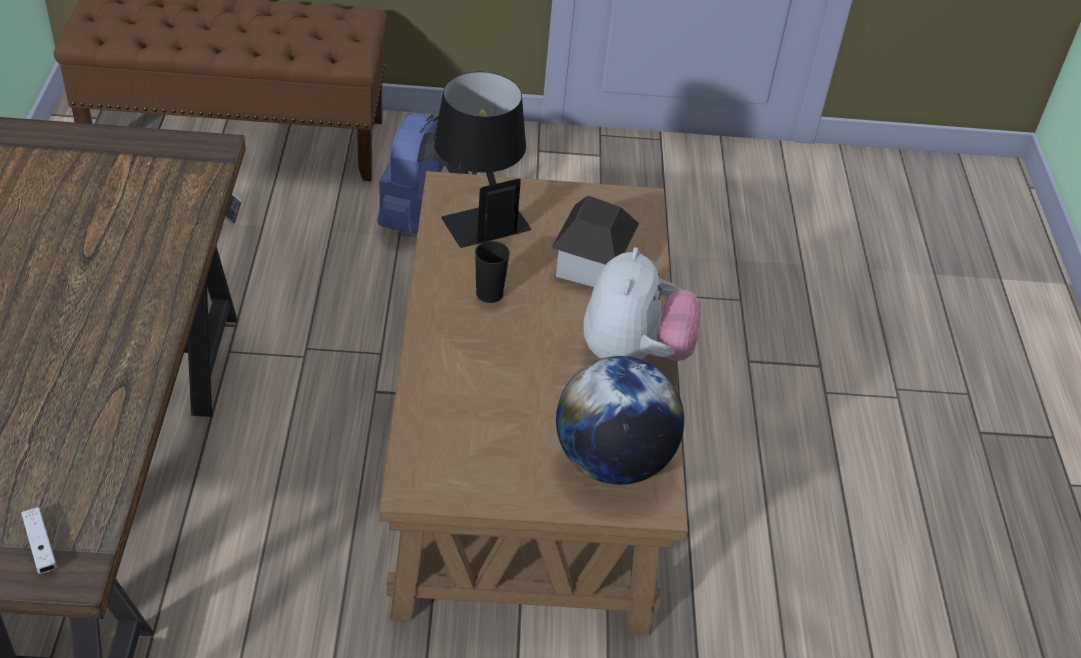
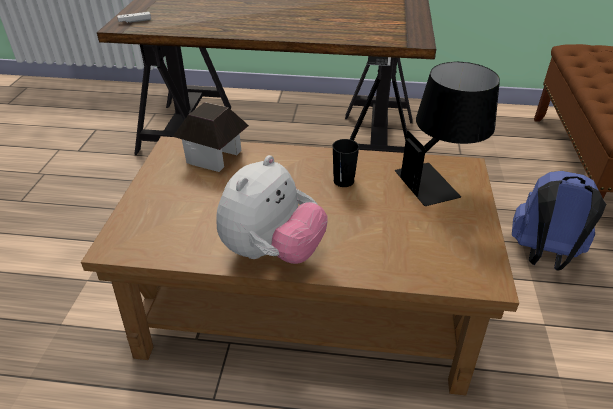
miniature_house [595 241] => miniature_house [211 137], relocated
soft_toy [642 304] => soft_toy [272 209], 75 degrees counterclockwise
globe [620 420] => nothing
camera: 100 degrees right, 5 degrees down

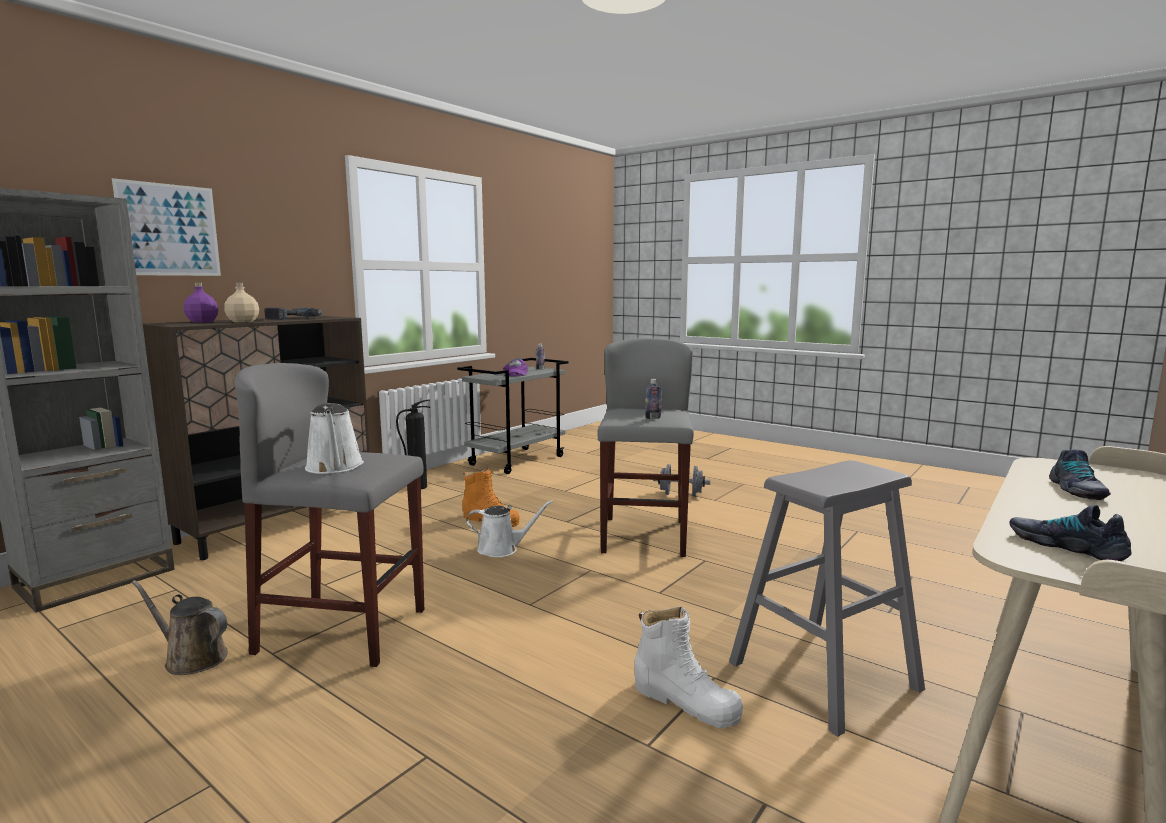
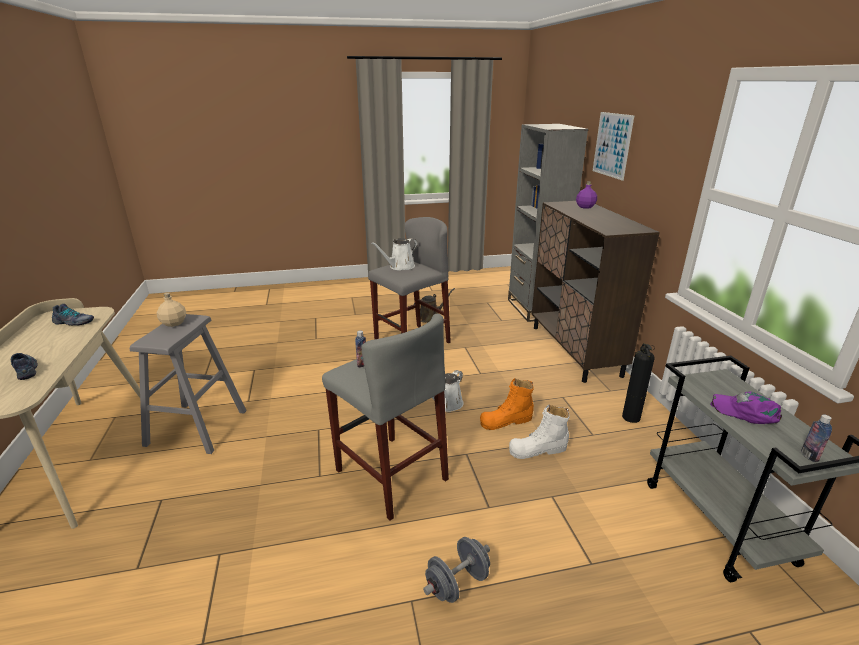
beige-coloured_bottle [241 303] => beige-coloured_bottle [171 310], relocated
white-coloured_sprinkling_can [334 438] => white-coloured_sprinkling_can [394 254], 60 degrees counterclockwise
white-coloured_tall_boot [688 667] => white-coloured_tall_boot [539 431], relocated
electric_drill [293 314] => nothing
camera: 130 degrees right, 15 degrees up

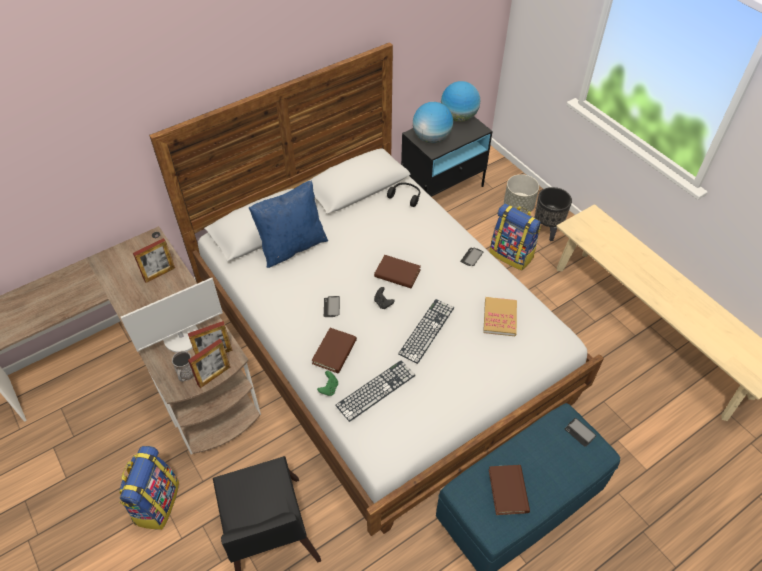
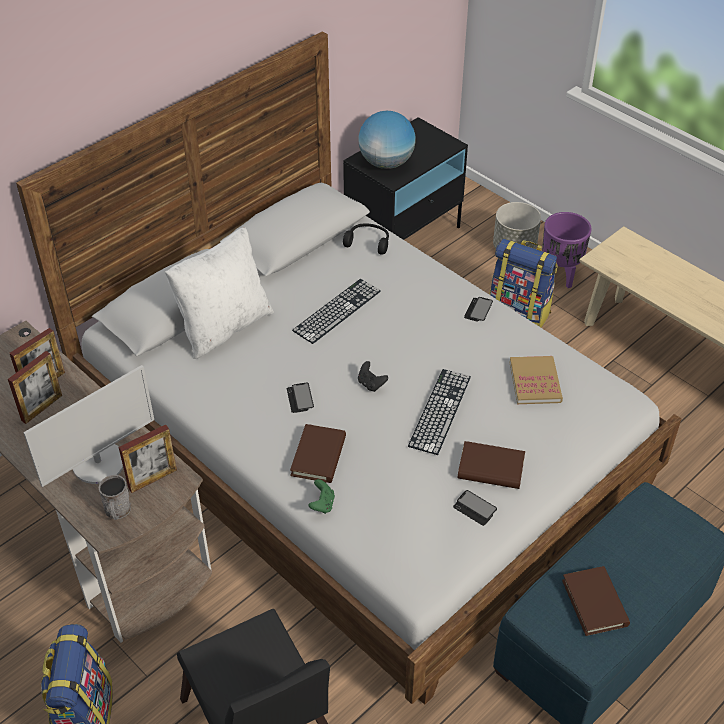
standing_frame [209 363] => standing_frame [35 387], relocated
blue_cushion [288 224] => white-coloured_cushion [219 293]
PC_keyboard [375 391] => PC_keyboard [336 311], relocated
phone [580 432] => phone [475 508], relocated
brown_bound_book [397 271] => brown_bound_book [491 465], relocated
black-coloured_plant_pot [553 214] => purple-coloured_plant_pot [567 250]
globe [460 101] => nothing
camera: 10 degrees left, 5 degrees down

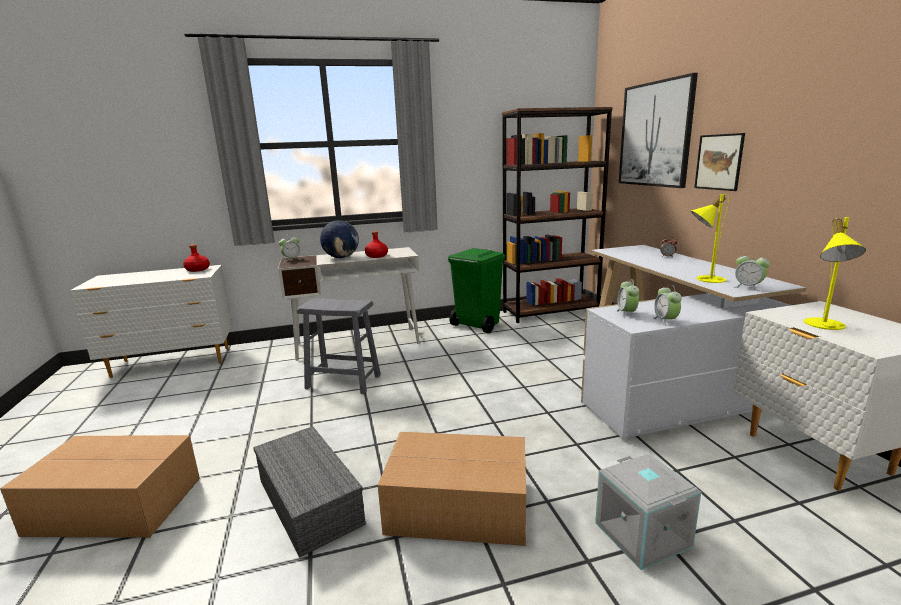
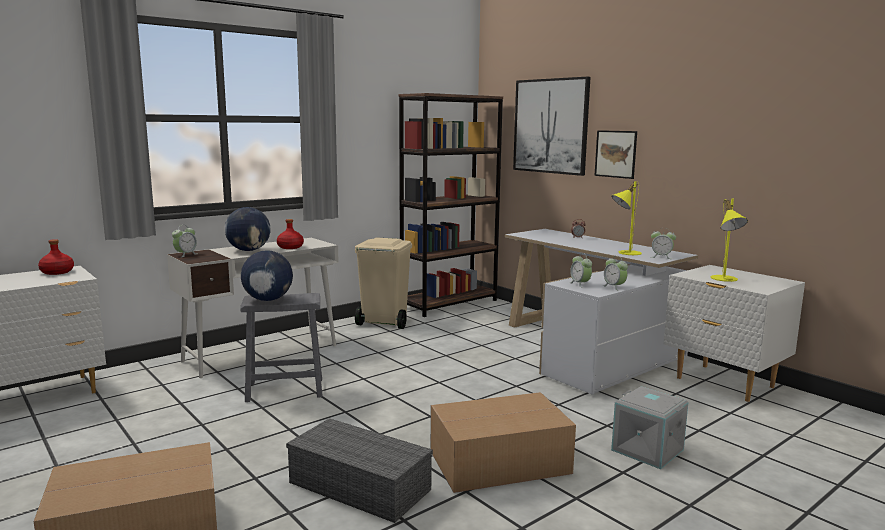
nothing => globe [267 275]
greenish_waste_bin [476 290] => beige-coloured_waste_bin [383 283]
camera: 25 degrees left, 5 degrees down

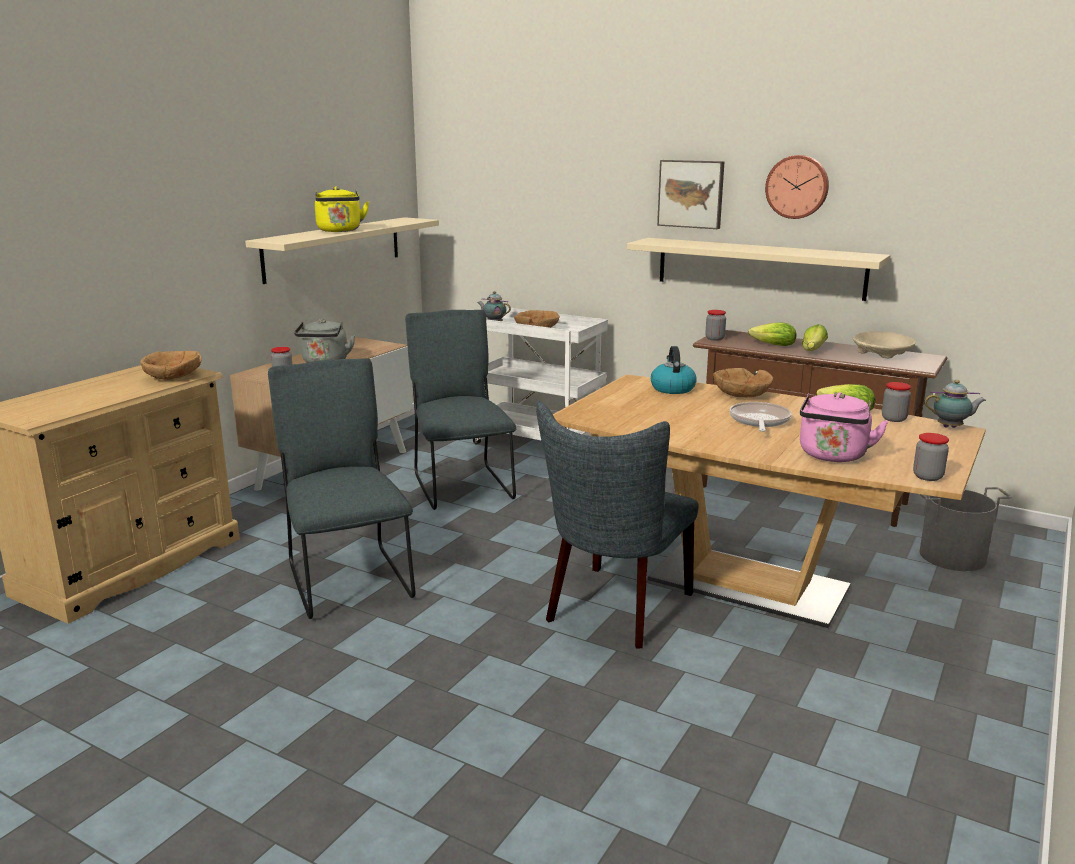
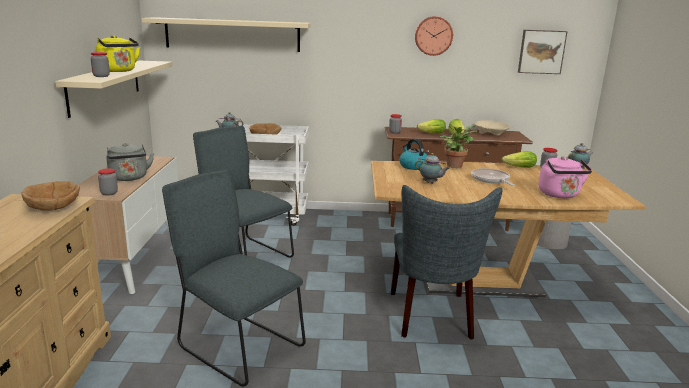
jar [931 457] => jar [100 64], relocated
beige-coloured_wall_shelf [759 269] => beige-coloured_wall_shelf [226 34], relocated
nothing => teapot [432 168]
brown_bowl [743 383] => houseplant [458 146]
picture [690 194] => picture [543 52], relocated
camera: 30 degrees left, 0 degrees up

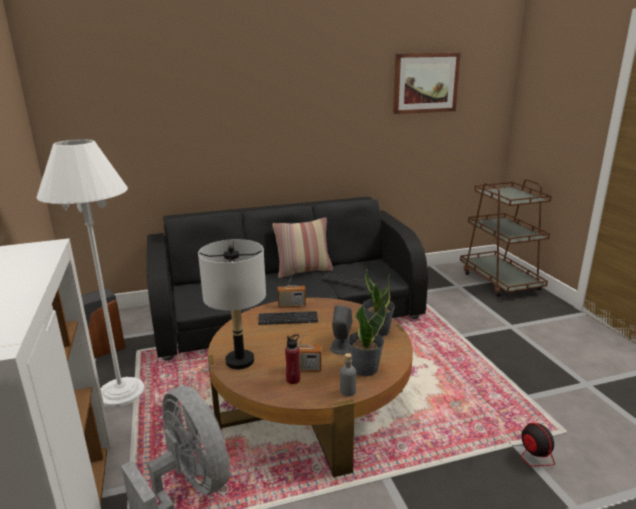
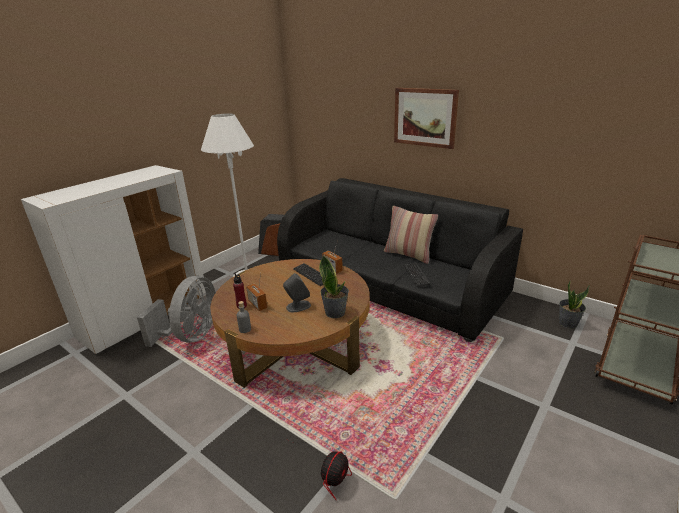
picture [427 83] => picture [426 118], relocated
houseplant [366 338] => houseplant [574 304], relocated
greyish_tabletop_lamp [232 304] => nothing
camera: 55 degrees right, 5 degrees up

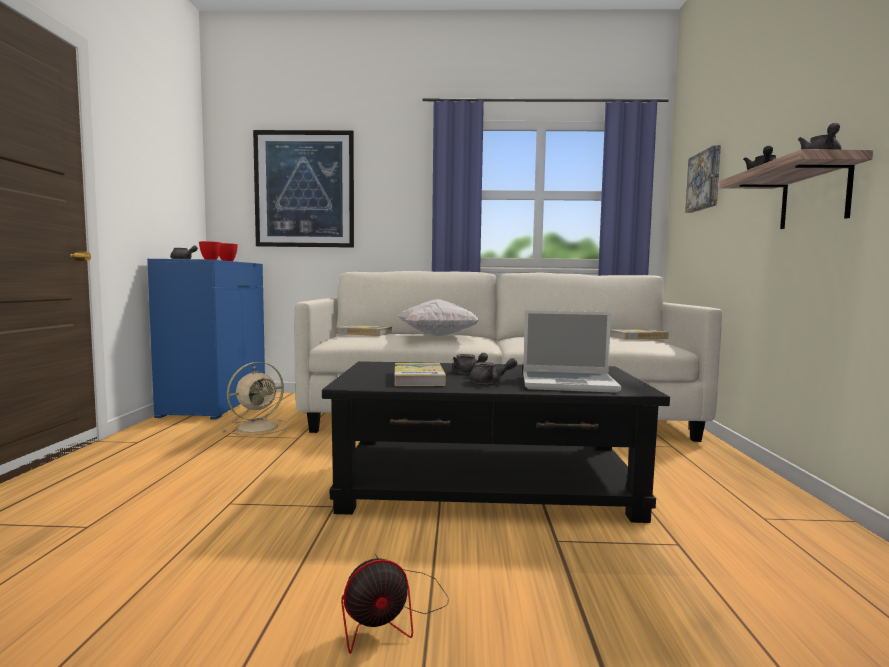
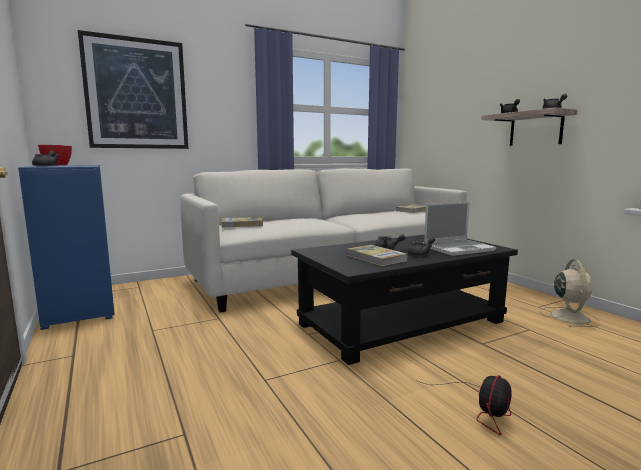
beige-coloured_electric_fan [255 398] => beige-coloured_electric_fan [570 293], relocated
white-coloured_cushion [438 317] => nothing
picture [703 179] => nothing
camera: 30 degrees left, 5 degrees up

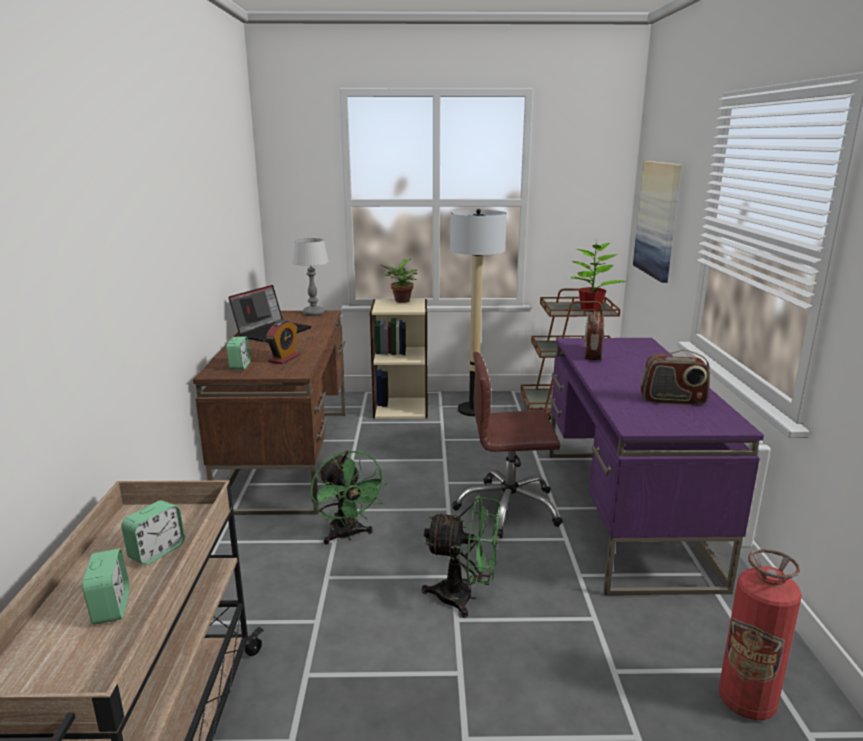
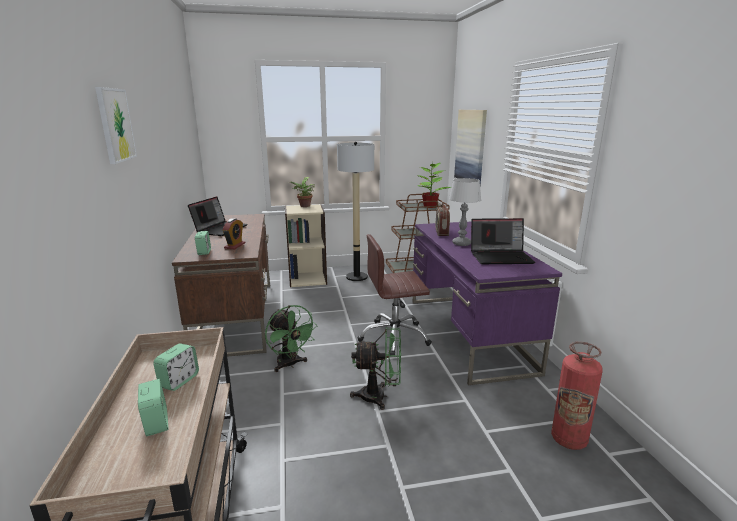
nothing => picture [116 125]
tabletop_lamp [310 277] => tabletop_lamp [465 212], relocated
radio_receiver [675 378] => laptop [503 241]
camera: 10 degrees left, 0 degrees up

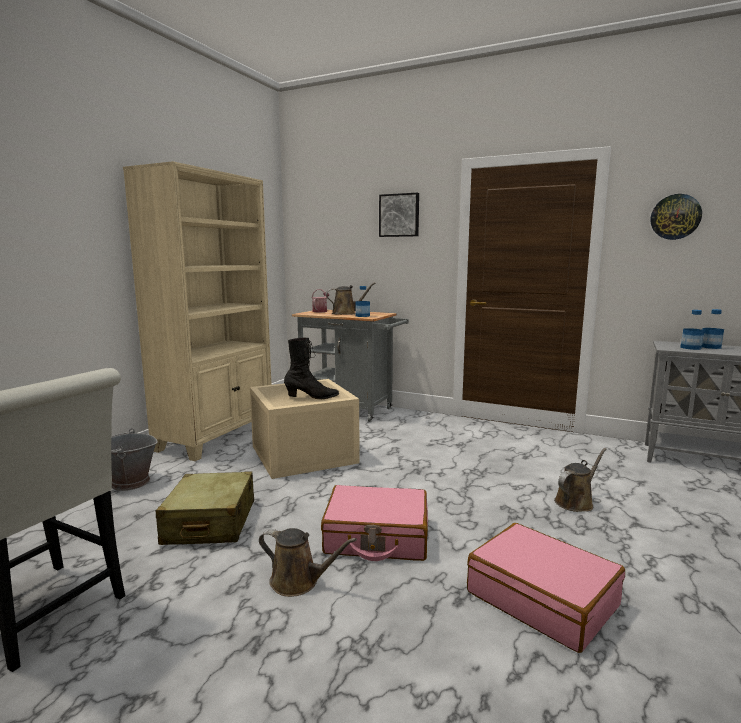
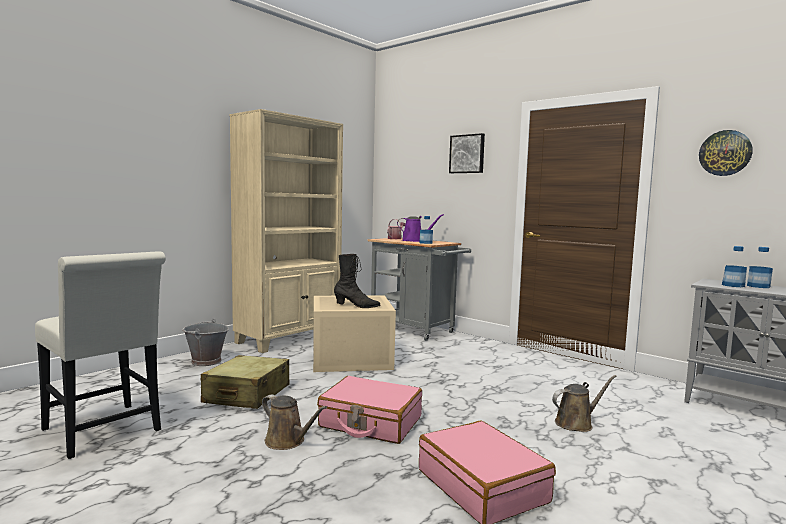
brown_sprinkling_can [351 298] => purple-coloured_sprinkling_can [420 228]
camera: 15 degrees right, 5 degrees down

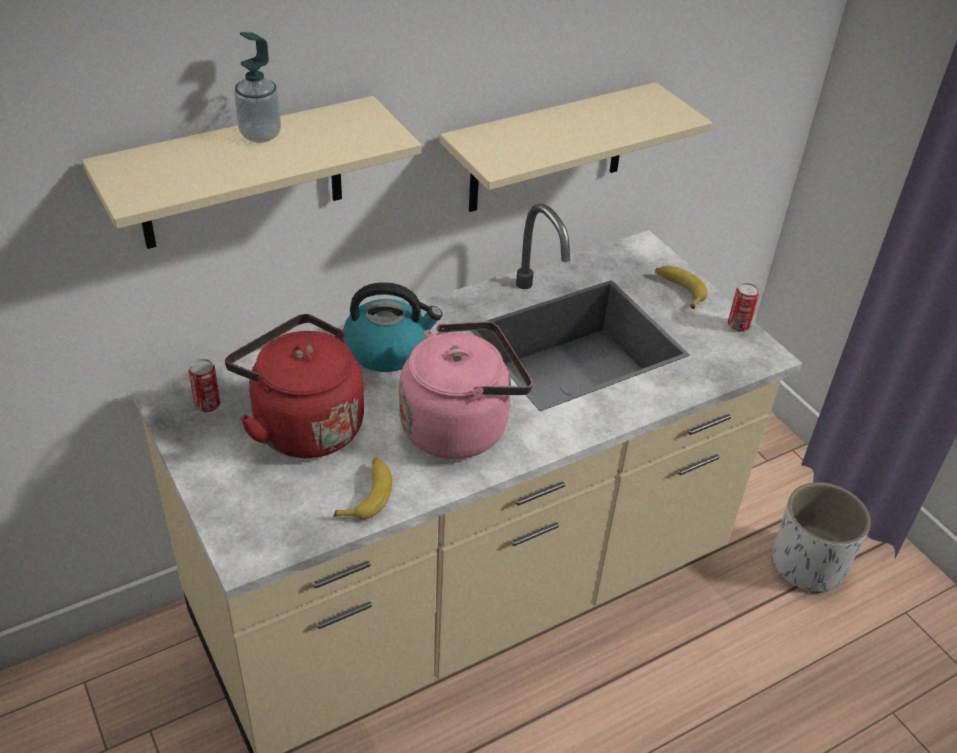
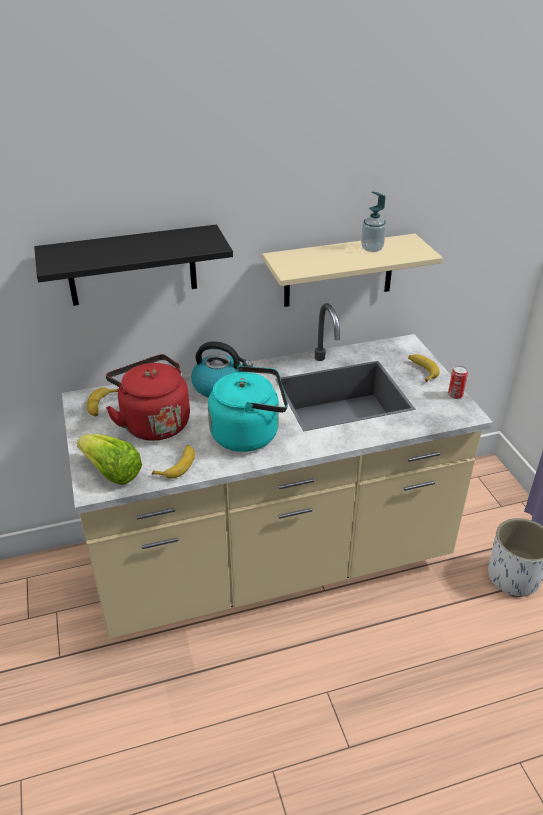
beige-coloured_wall_shelf [251 172] => black-coloured_wall_shelf [133 265]
nothing => head_of_lettuce [109 459]
sealed_can [204 385] => banana_fruit [102 402]
pink_water_kettle [466 390] => turquoise-coloured_water_kettle [248 409]
soap_dispenser [258 87] => soap_dispenser [373 221], relocated
camera: 15 degrees right, 5 degrees down

